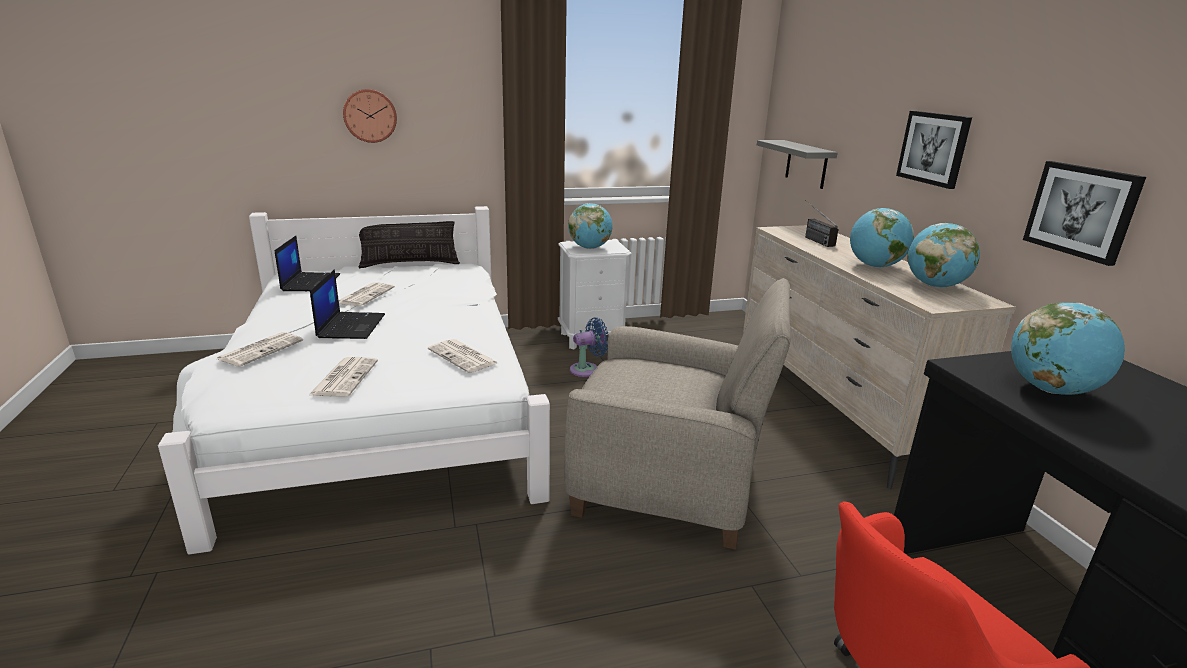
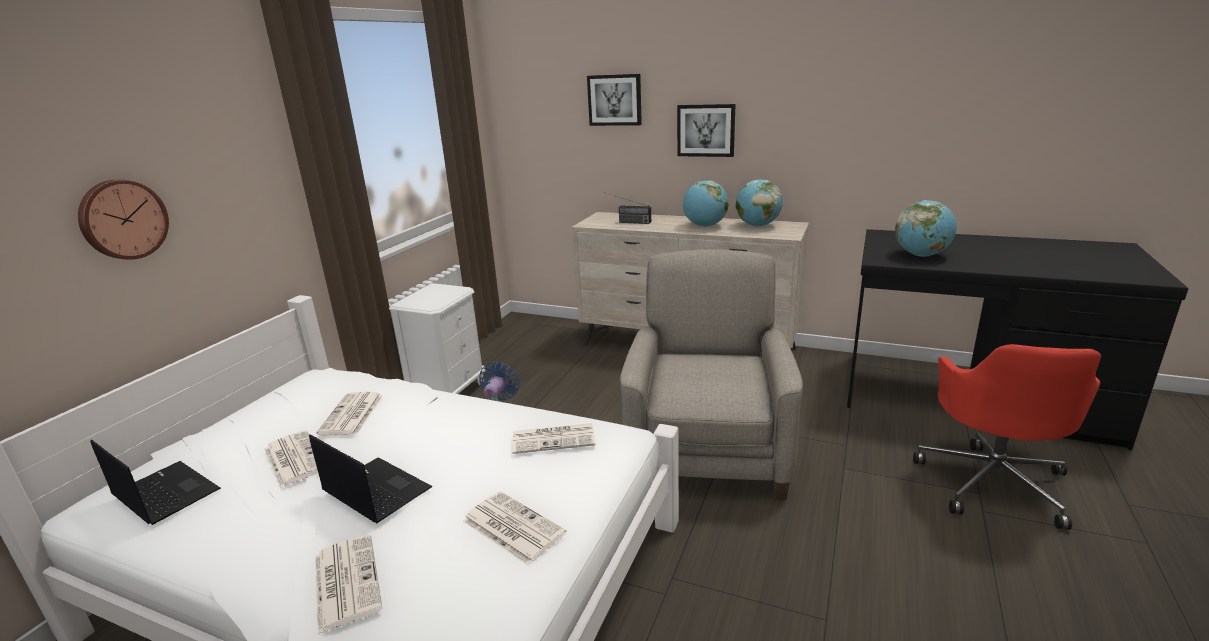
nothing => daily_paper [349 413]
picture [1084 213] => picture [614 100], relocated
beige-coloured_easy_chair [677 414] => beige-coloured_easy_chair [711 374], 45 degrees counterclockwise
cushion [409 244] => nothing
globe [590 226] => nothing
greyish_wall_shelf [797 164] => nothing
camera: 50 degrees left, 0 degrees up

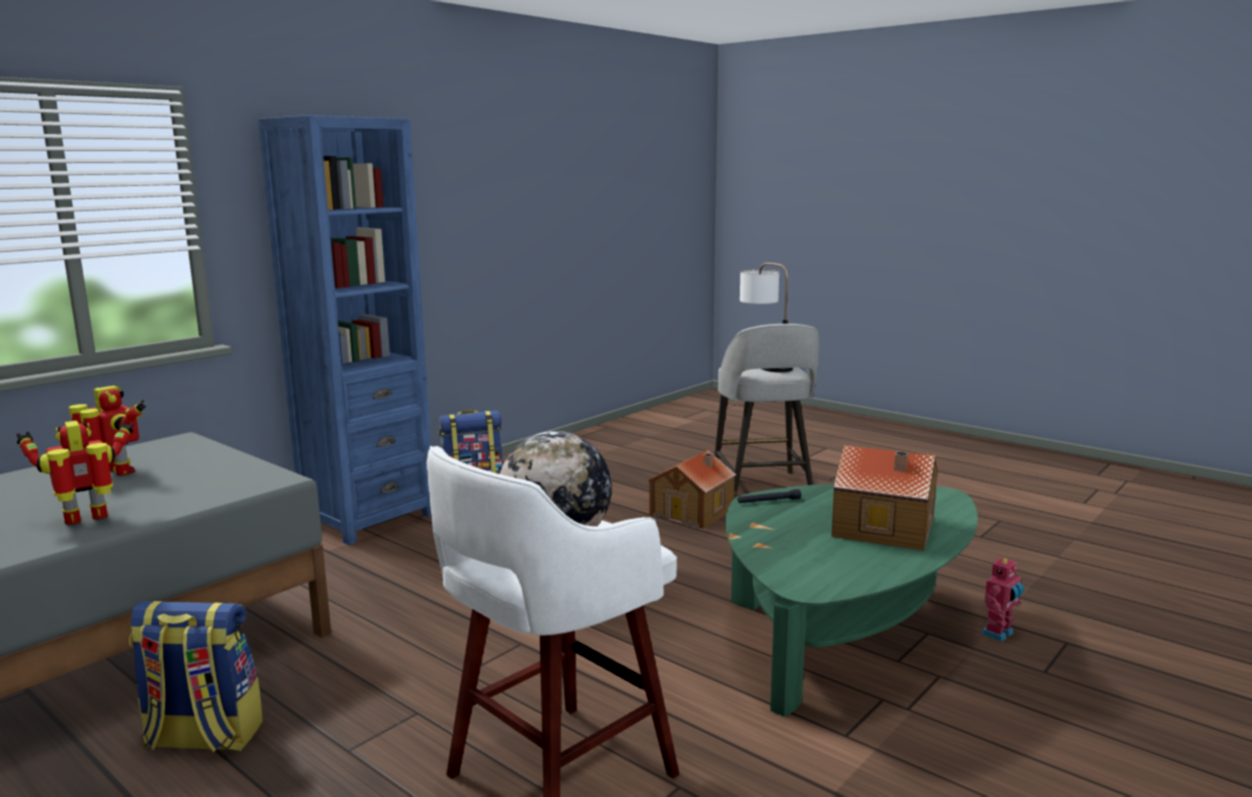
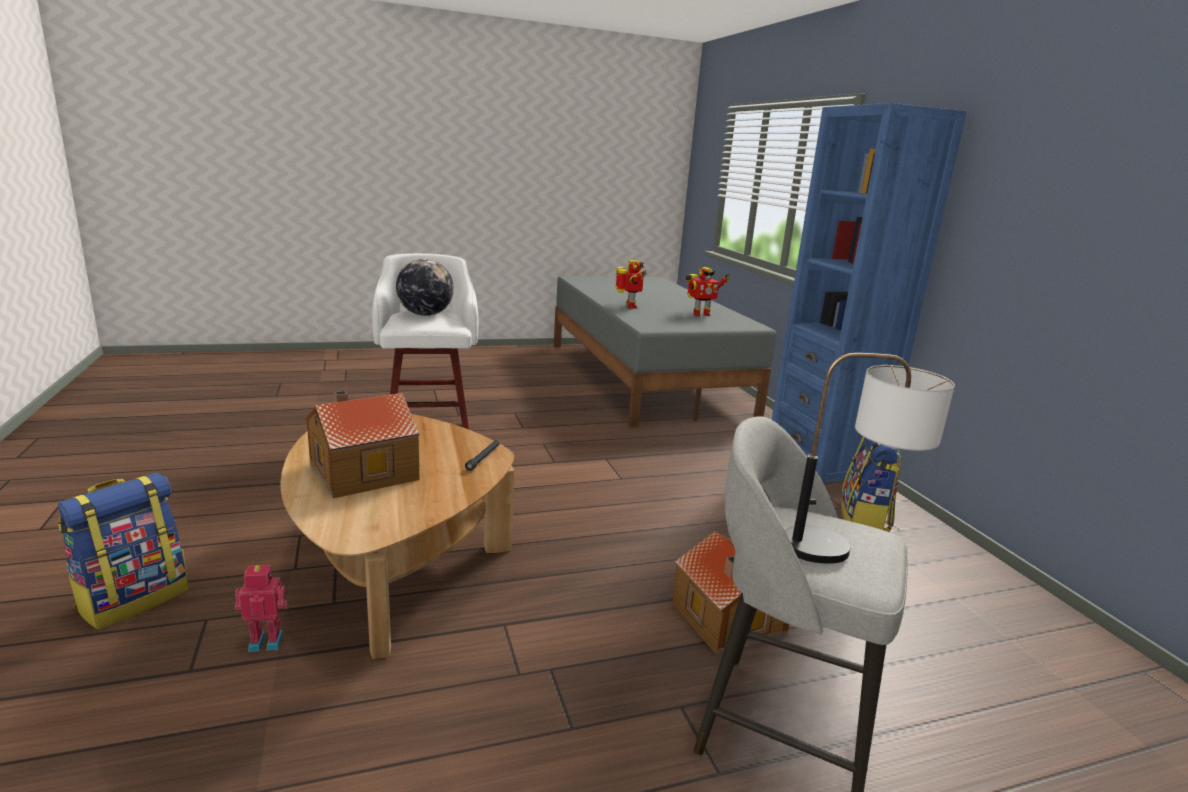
rucksack [196 676] => rucksack [122 551], relocated
model_robot [1002 599] => model_robot [261 608], 90 degrees clockwise
greenish_low_table [852 600] => brown_low_table [397 536]
camera: 120 degrees right, 5 degrees up

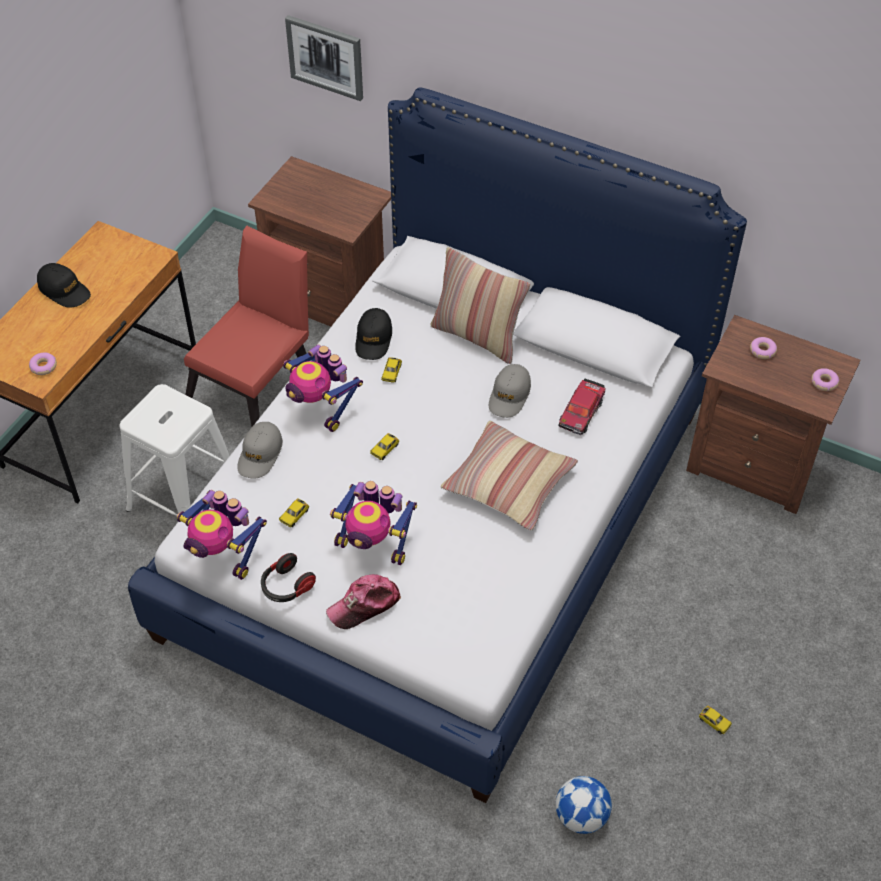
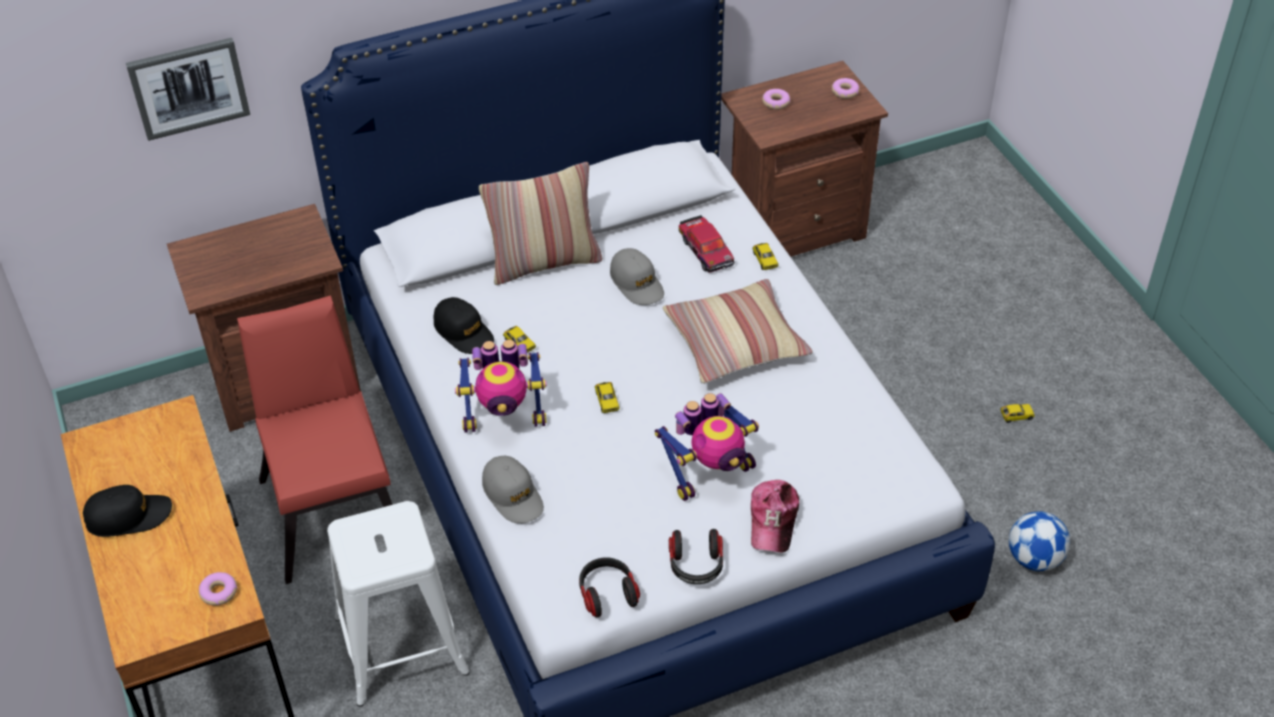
model_robot [222 535] => headset [609 587]
toy_car [294 512] => toy_car [765 256], relocated
camera: 50 degrees left, 5 degrees down

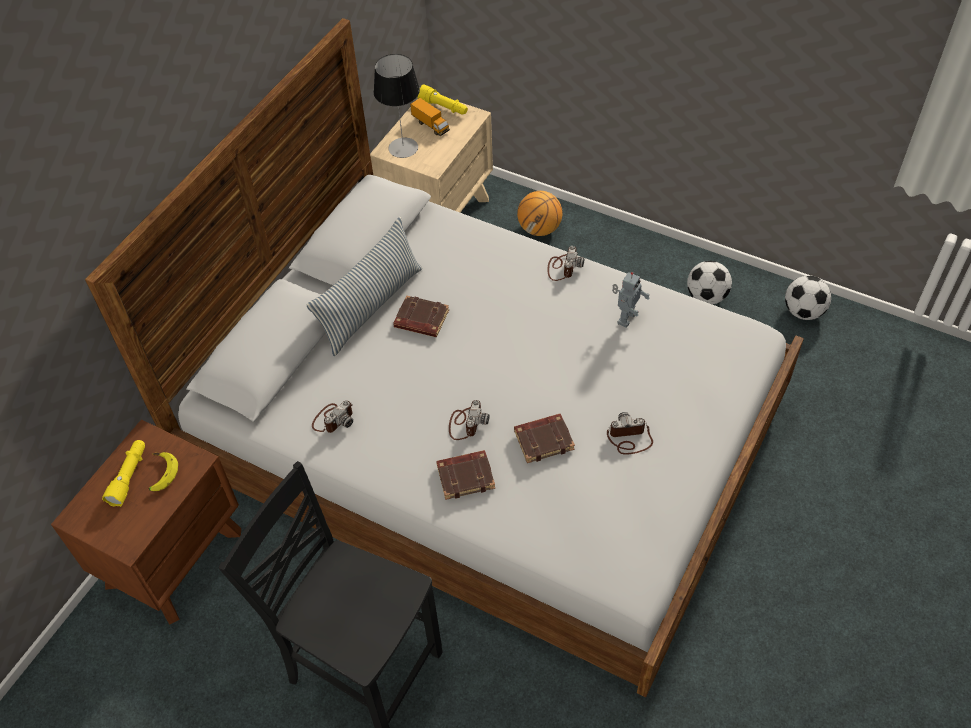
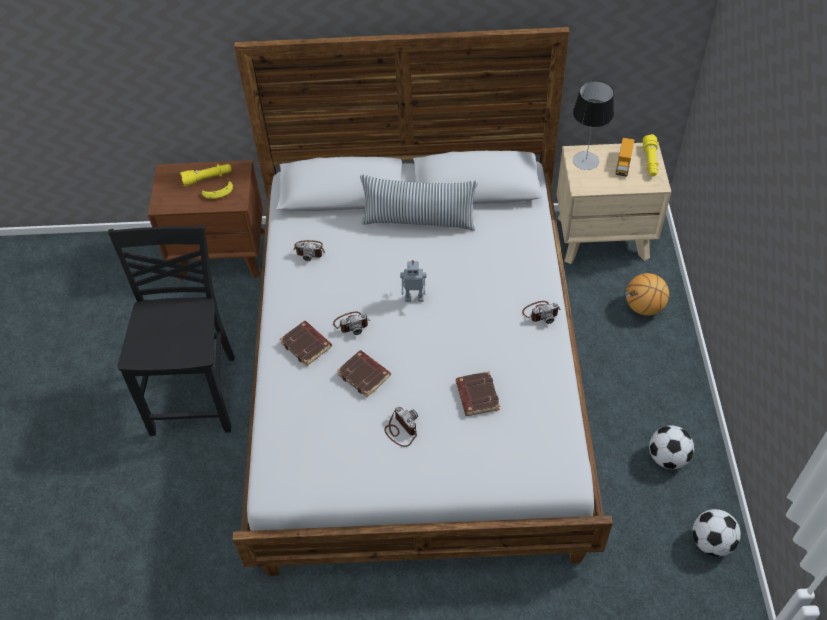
model_robot [631 300] => model_robot [413 281], relocated
brown_bound_book [421 316] => brown_bound_book [478 393], relocated
camera: 60 degrees right, 0 degrees up

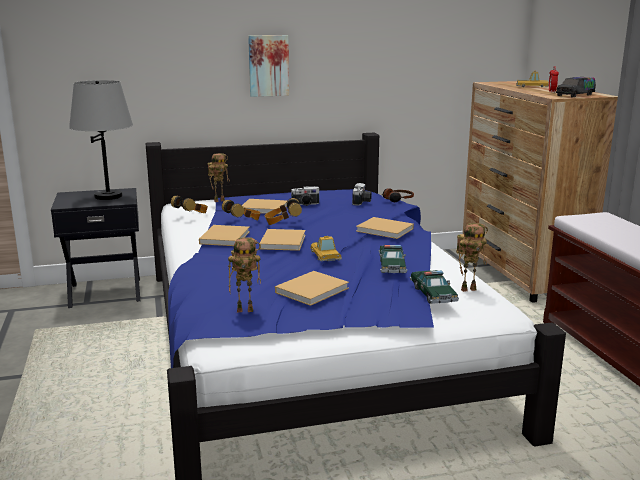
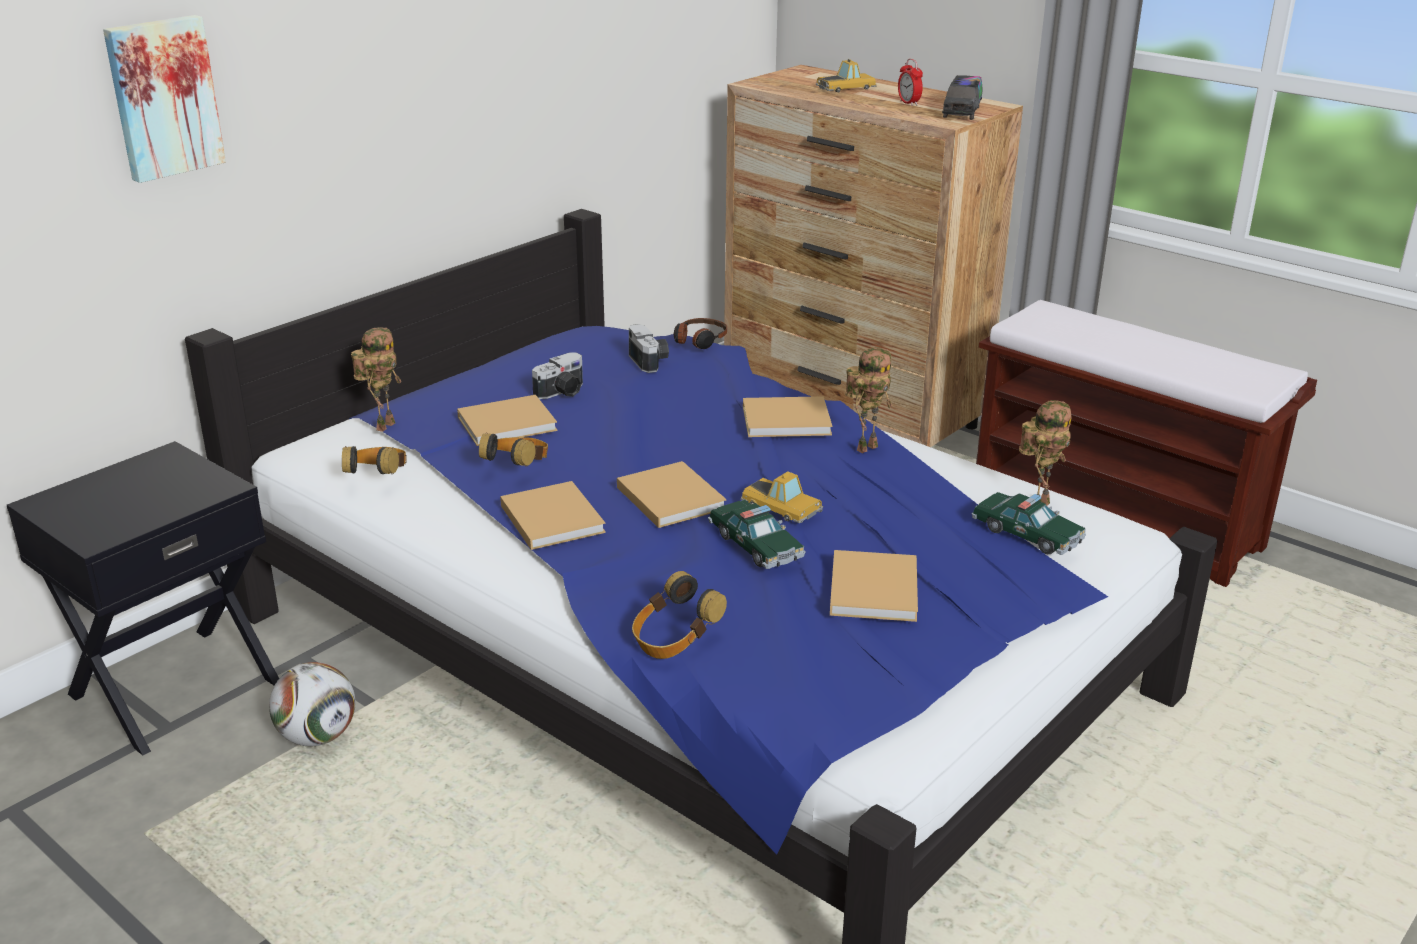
picture [268 66] => picture [164 99], relocated
nothing => football_ball [312 704]
headset [283 211] => headset [679 615], relocated
toy_car [392 259] => toy_car [757 534], relocated
model_robot [244 274] => model_robot [868 400], relocated
greyish_tabletop_lamp [101 140] => nothing
camera: 35 degrees left, 10 degrees up

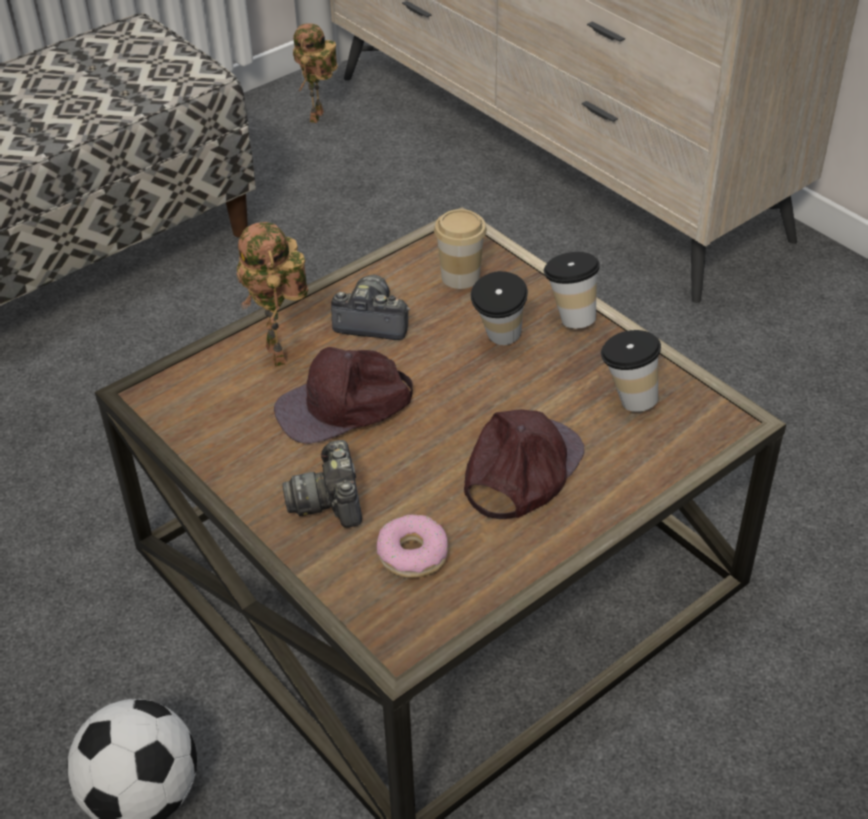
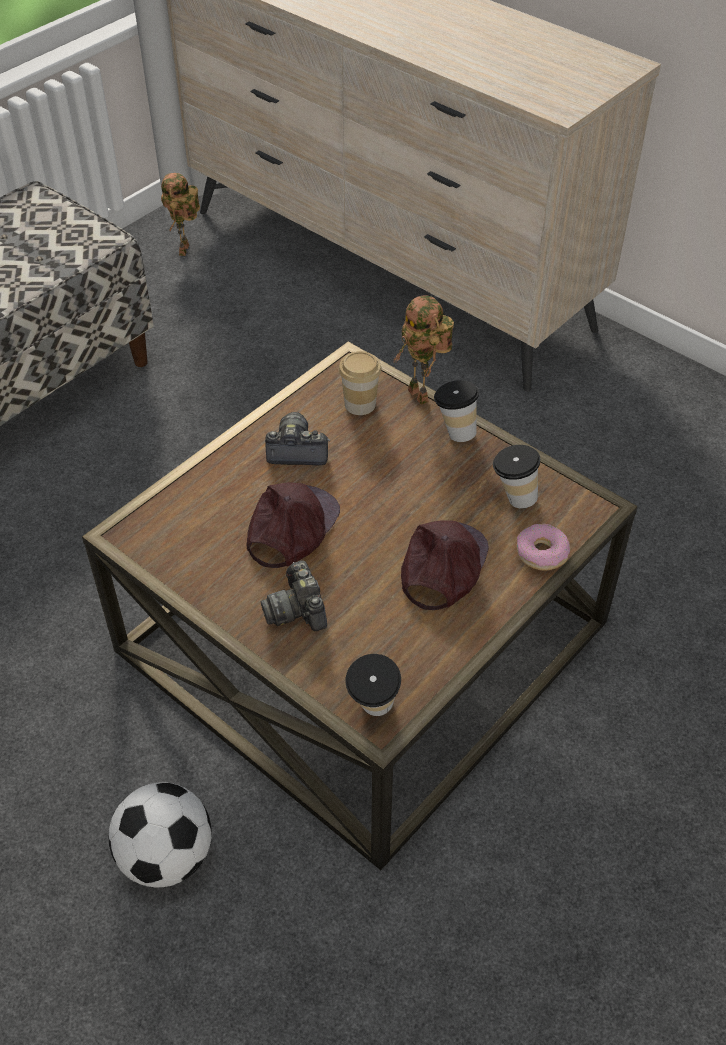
brown_cap [343 395] => brown_cap [293 525], 150 degrees clockwise
cup [499 308] => cup [373 685], relocated
model_robot [272 294] => model_robot [424 350], relocated
ring_doughnut [412 546] => ring_doughnut [543 546], relocated
camera: 10 degrees left, 5 degrees up

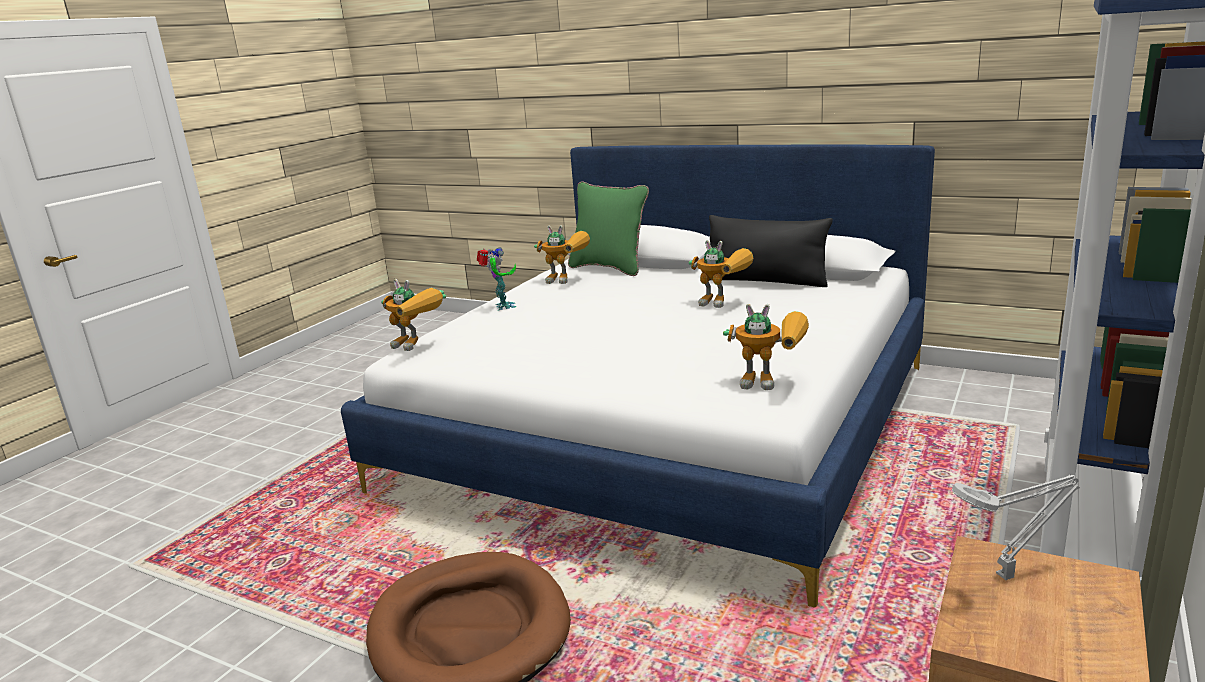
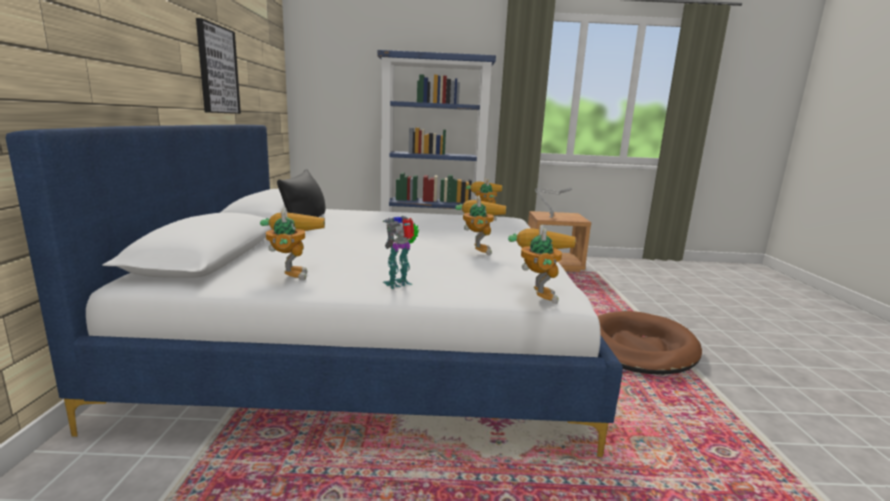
nothing => picture [218 66]
model_robot [721 274] => model_robot [480 226], relocated
greenish_cushion [608 228] => nothing
camera: 120 degrees left, 5 degrees down

